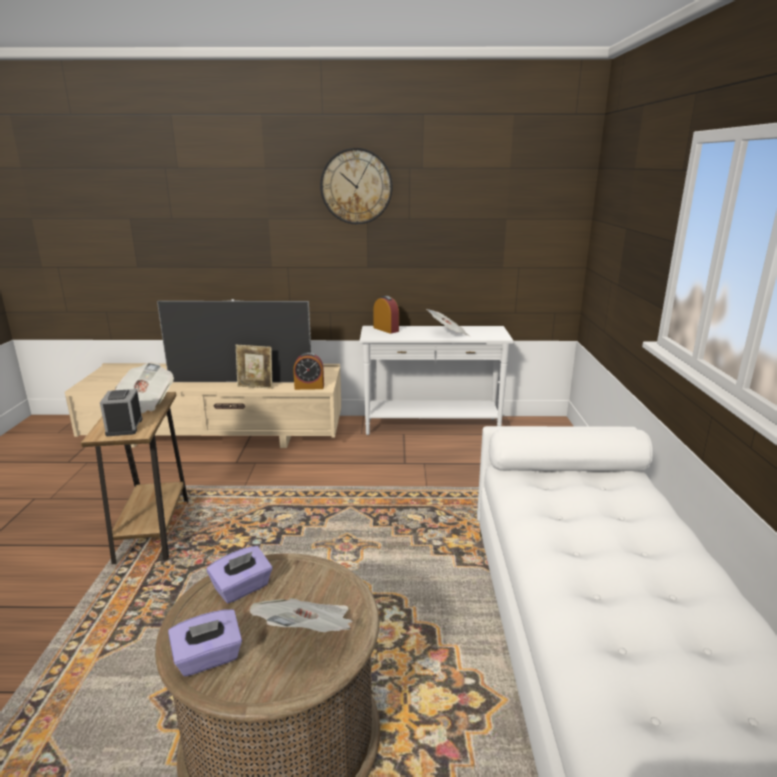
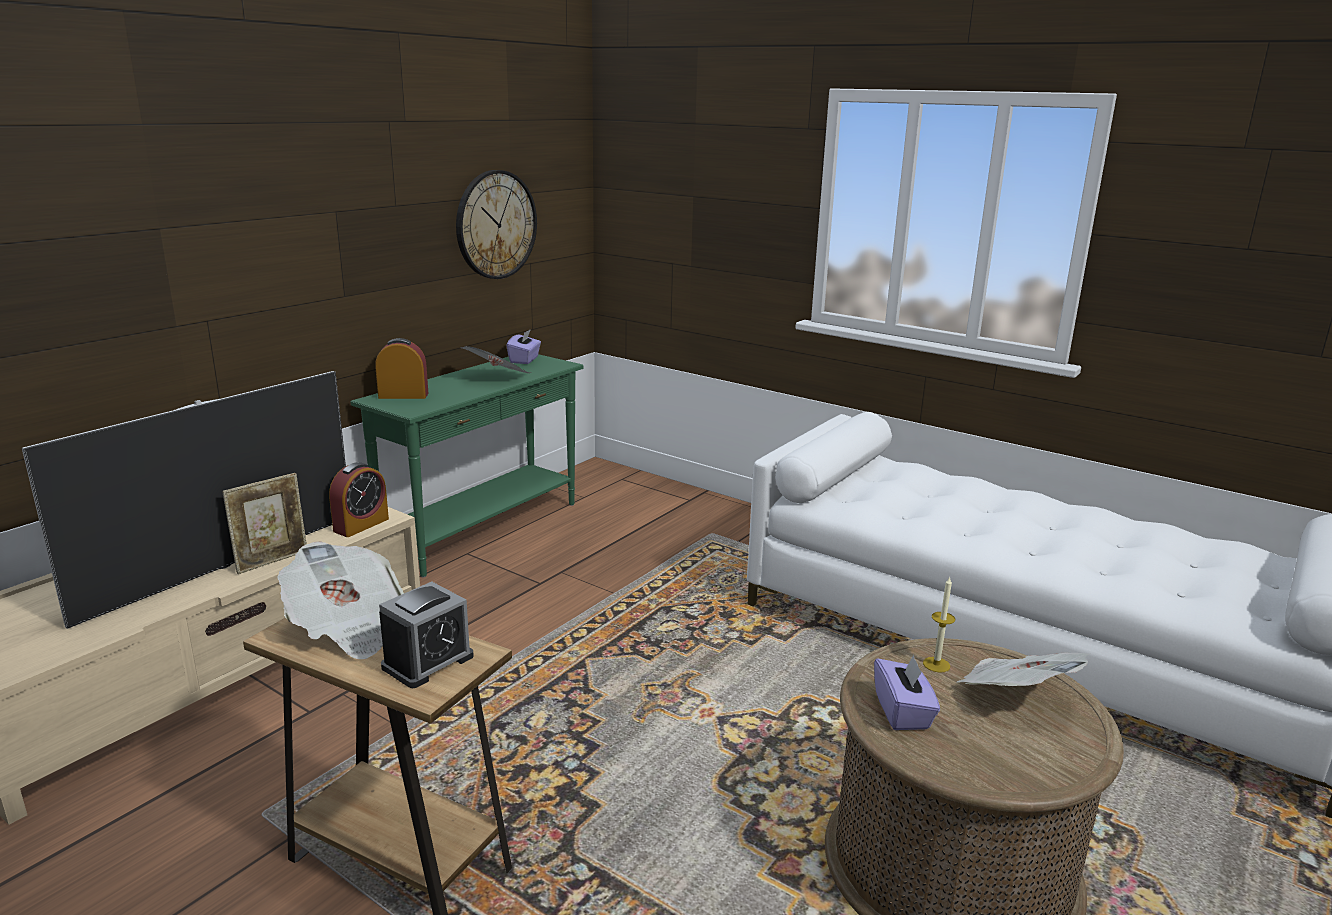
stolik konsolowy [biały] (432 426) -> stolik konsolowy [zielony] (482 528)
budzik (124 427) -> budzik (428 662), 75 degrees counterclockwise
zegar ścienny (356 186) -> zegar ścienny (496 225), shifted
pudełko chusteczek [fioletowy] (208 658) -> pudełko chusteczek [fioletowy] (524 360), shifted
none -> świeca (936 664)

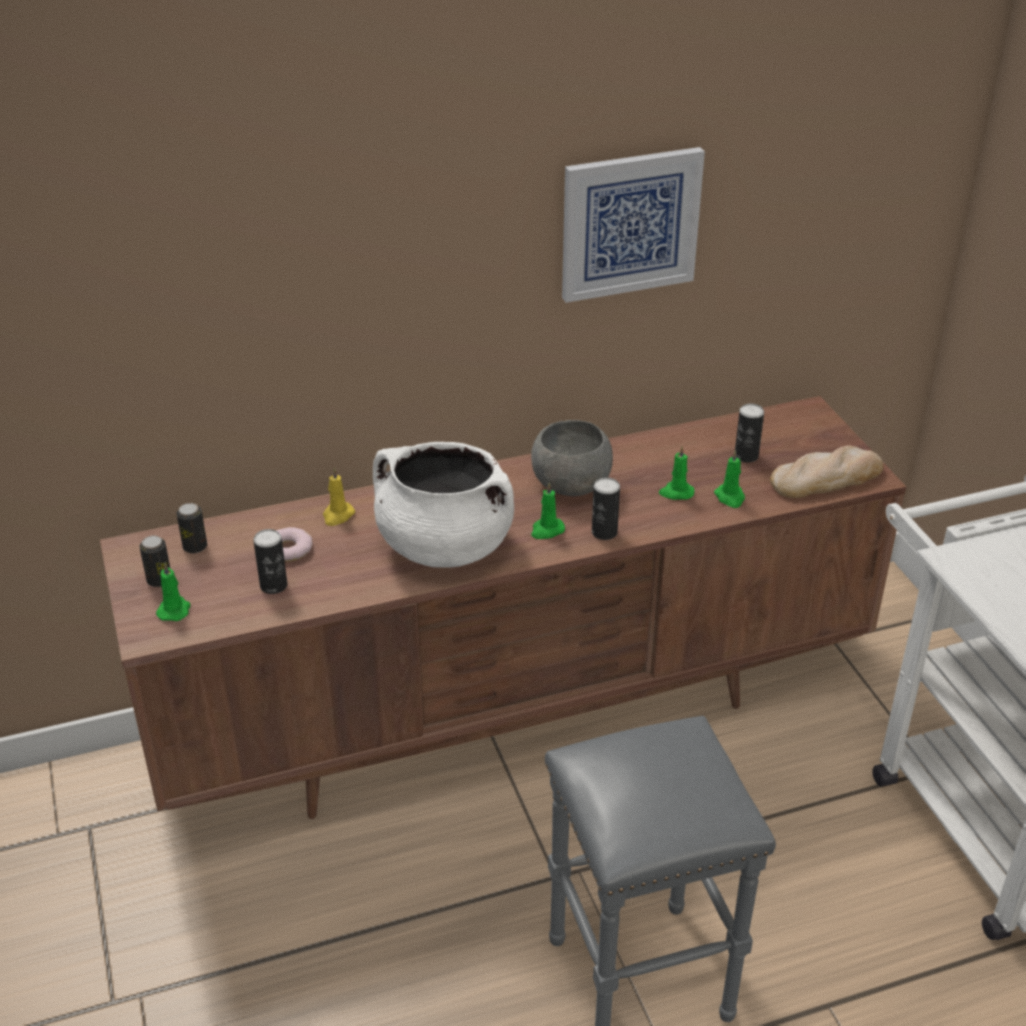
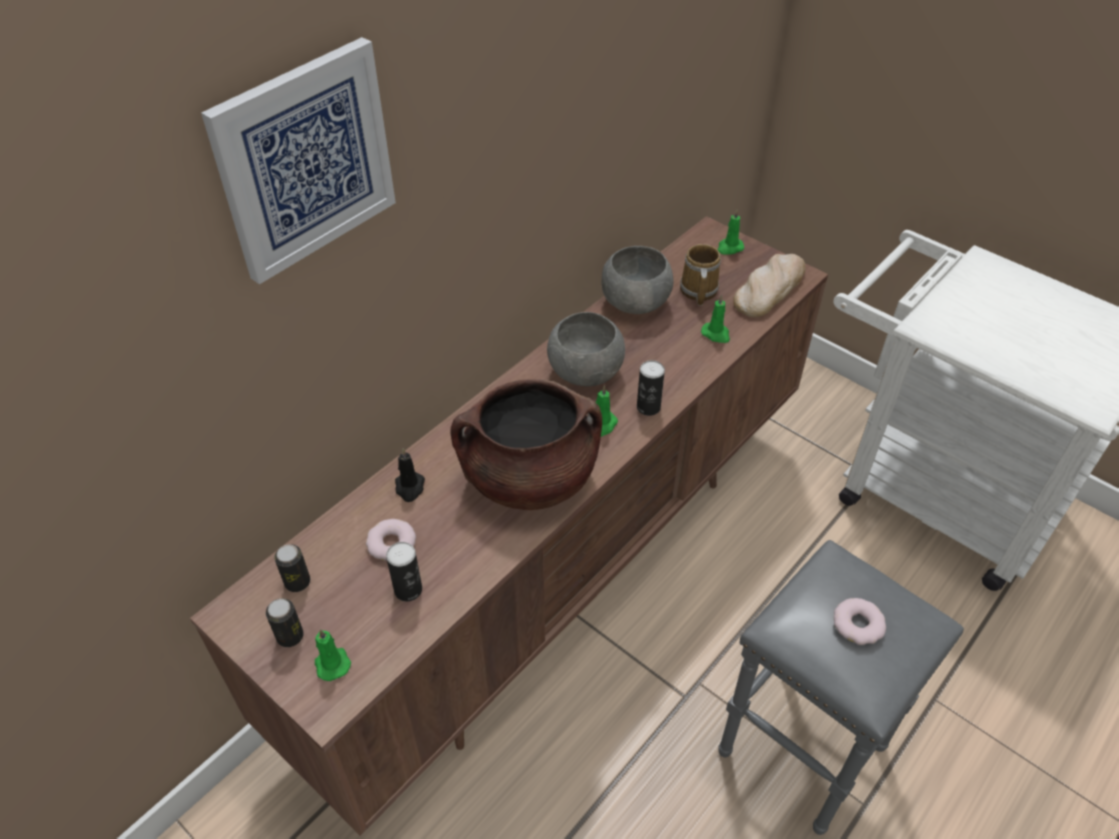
obraz (629 223) -> obraz (305 160), shifted
świeca [żółty] (337 516) -> świeca [czarny] (410 488)
garnek [biały] (444 546) -> garnek [brązowy] (529 478)
none -> miska [szary] (634 302)
puszka (746 456) -> kubek (697 291)
świeca [zielony] (676 492) -> świeca [zielony] (729 248), shifted
none -> donut (858 624)

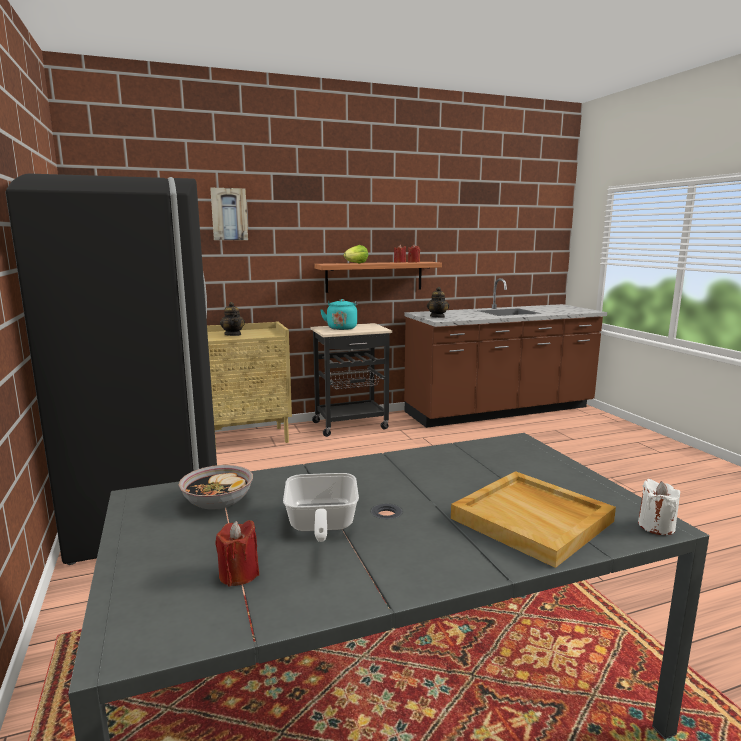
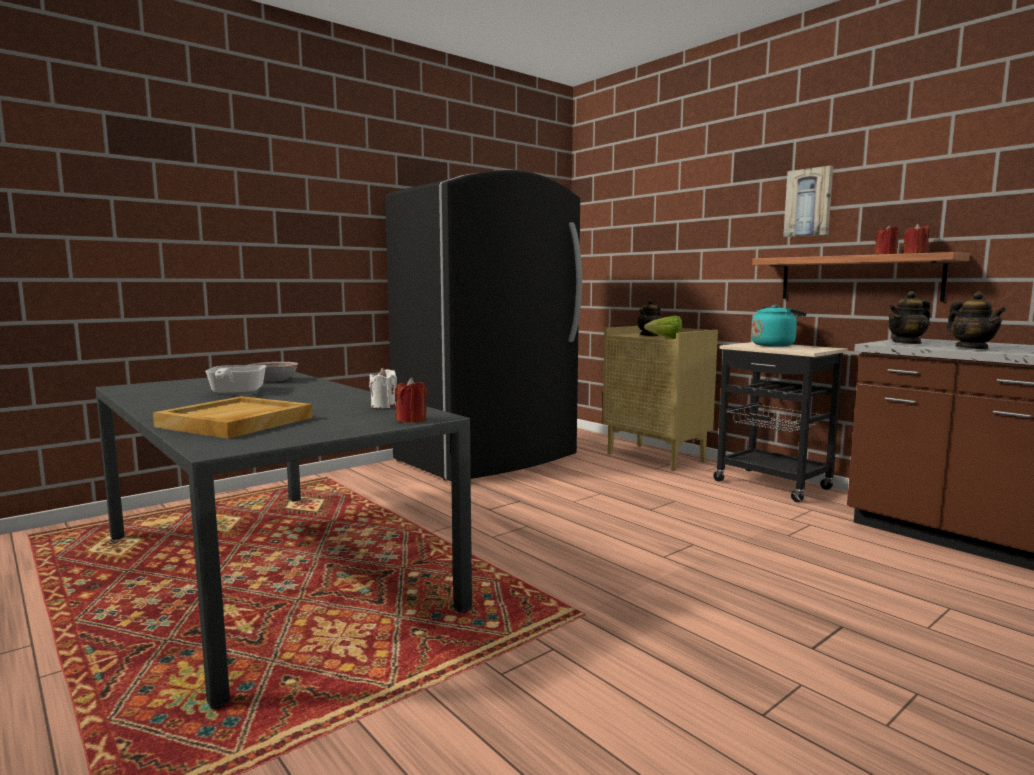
patelnia (320 526) -> patelnia (235 393), 75 degrees counterclockwise
świeca [biały] (656 526) -> świeca [biały] (384 406), shifted
świeca [czerwony] (239 574) -> świeca [czerwony] (411 420), shifted
sałata (355 263) -> sałata (666 338), shifted
obraz (229 214) -> obraz (809 202), shifted
none -> imbryk (972 348)

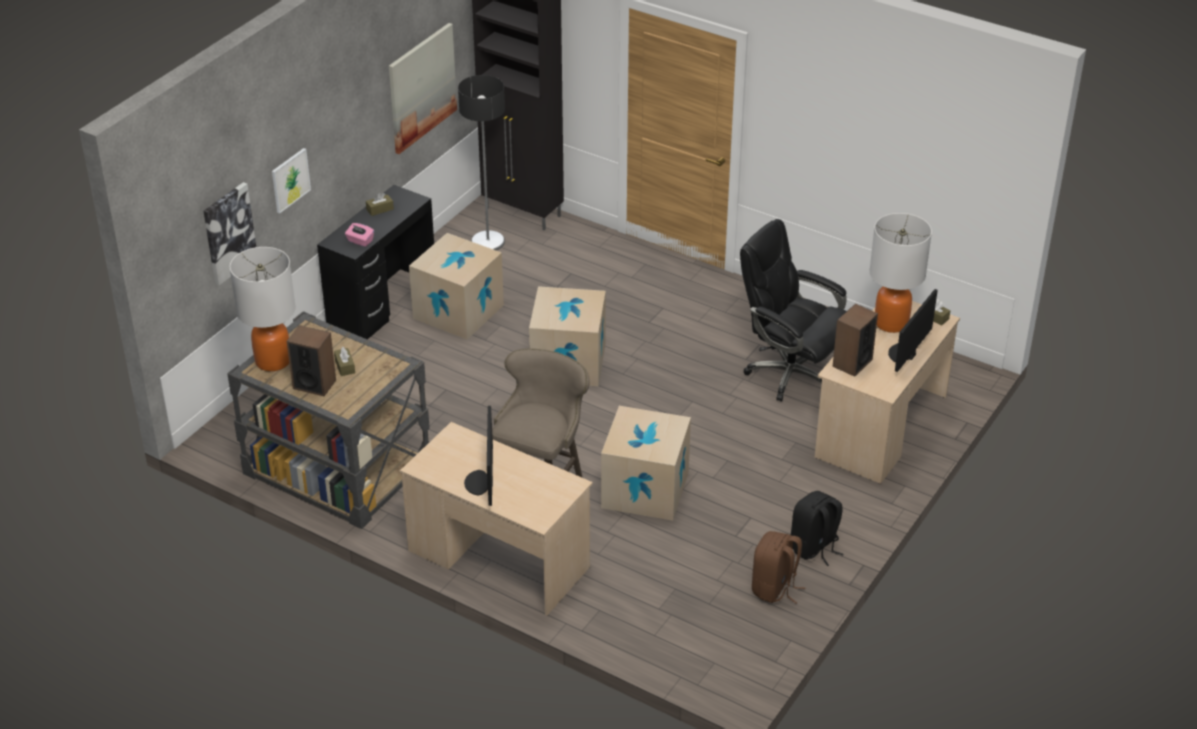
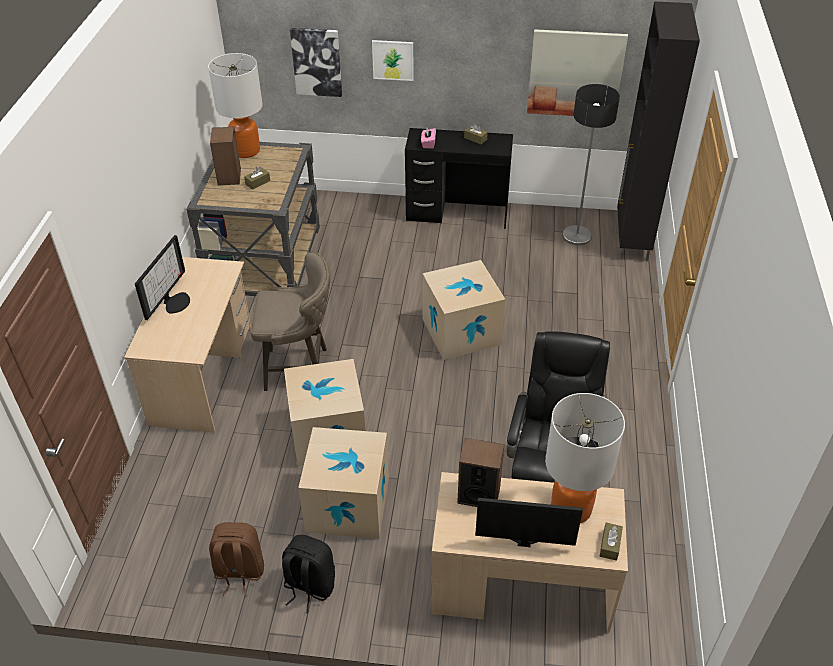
monitor (481 483) -> monitor (174 302), 135 degrees clockwise
karton (458 311) -> karton (348 504), shifted

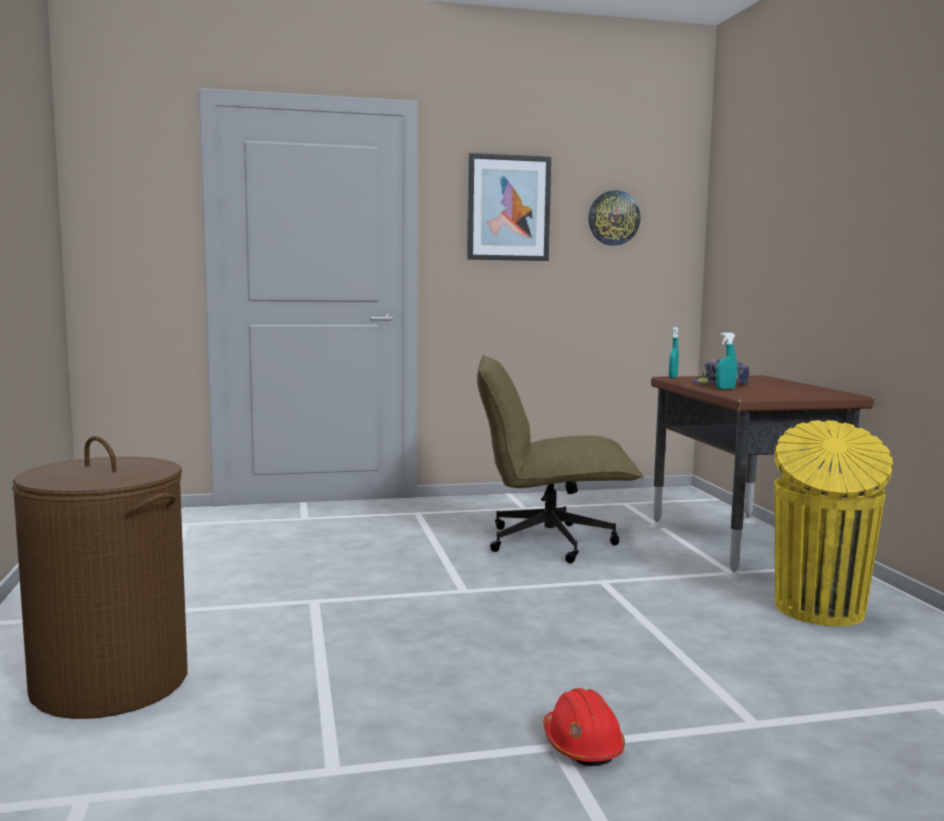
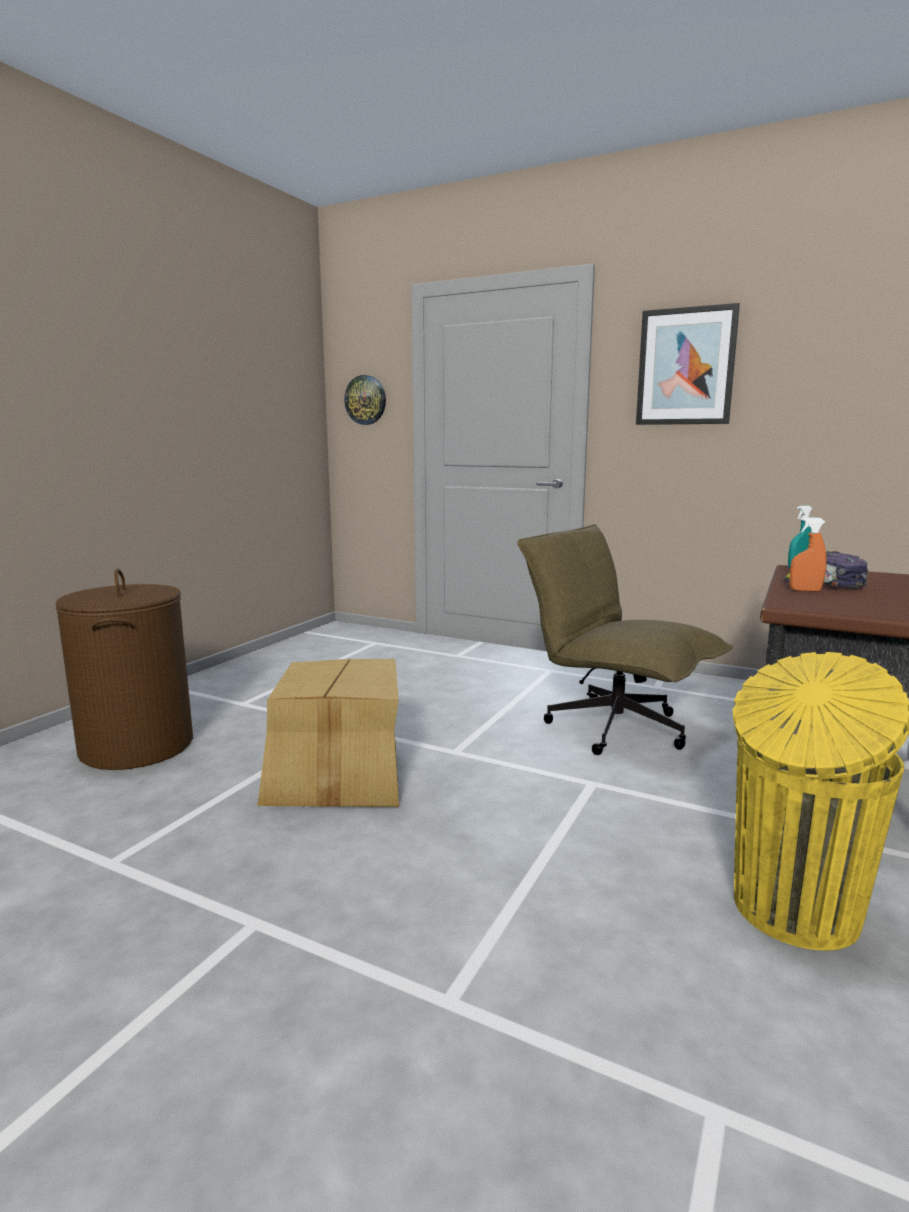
none -> karton (338 776)
zegar ścienny (613 218) -> zegar ścienny (365 400), shifted
spryskiwacz [turkusowy] (725 389) -> spryskiwacz [pomarańczowy] (805 591)
kask [czerwony] (582 745) -> none

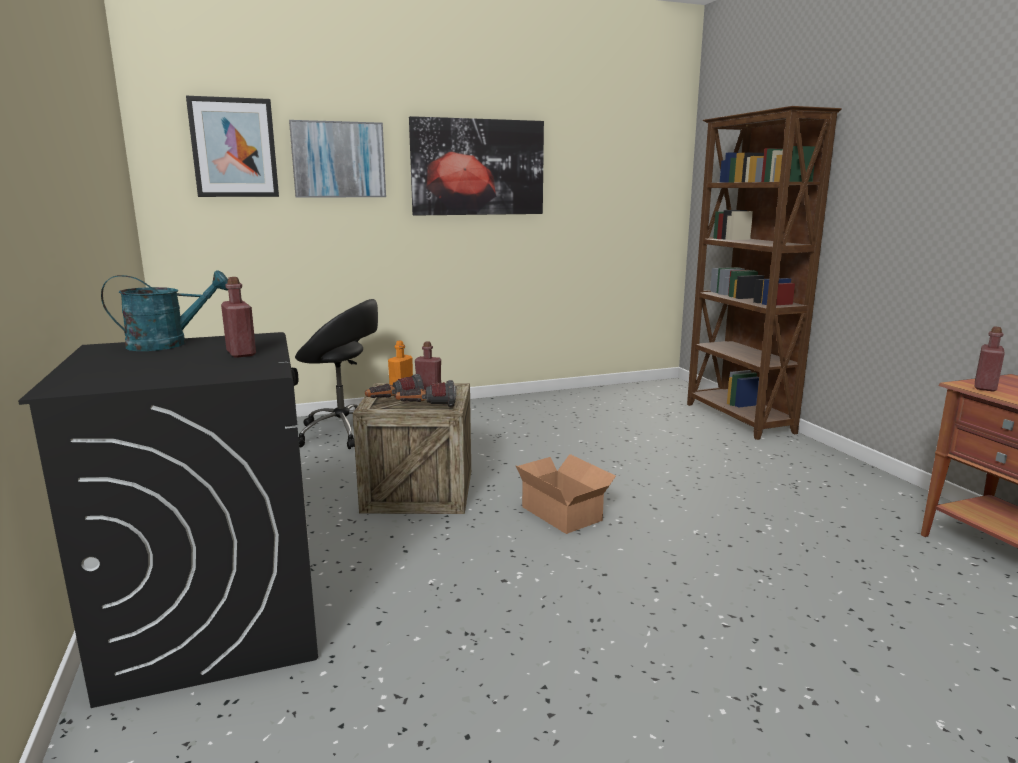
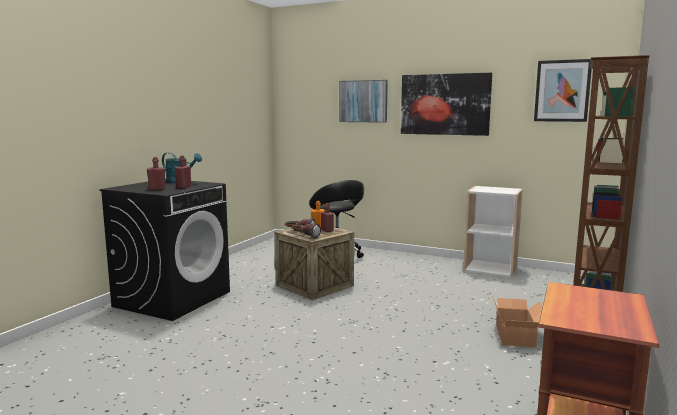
butelka [czerwony] (985 387) -> butelka [czerwony] (157 189), shifted
none -> regał [biały] (491 268)
karton (562 512) -> karton (517 335), shifted
obraz (234 148) -> obraz (562 91), shifted

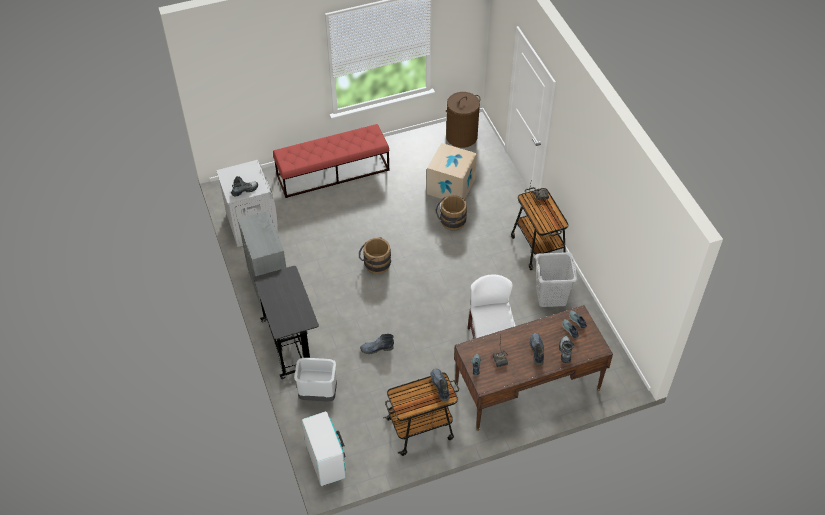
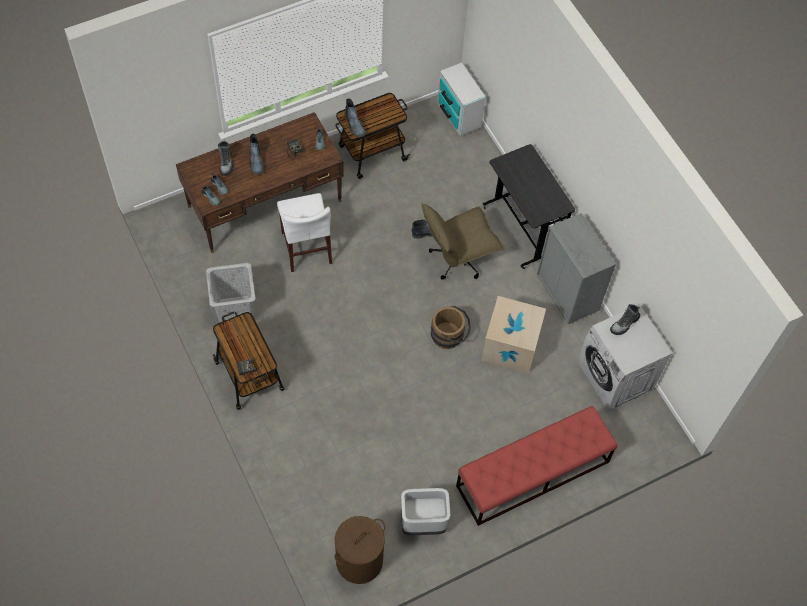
kosz na śmieci [szary] (318 394) -> kosz na śmieci [szary] (422 523), shifted
none -> krzesło biurowe [beżowy] (458 258)
karton (451 186) -> karton (510 346), shifted
wiadro [brązowy] (451 222) -> none

